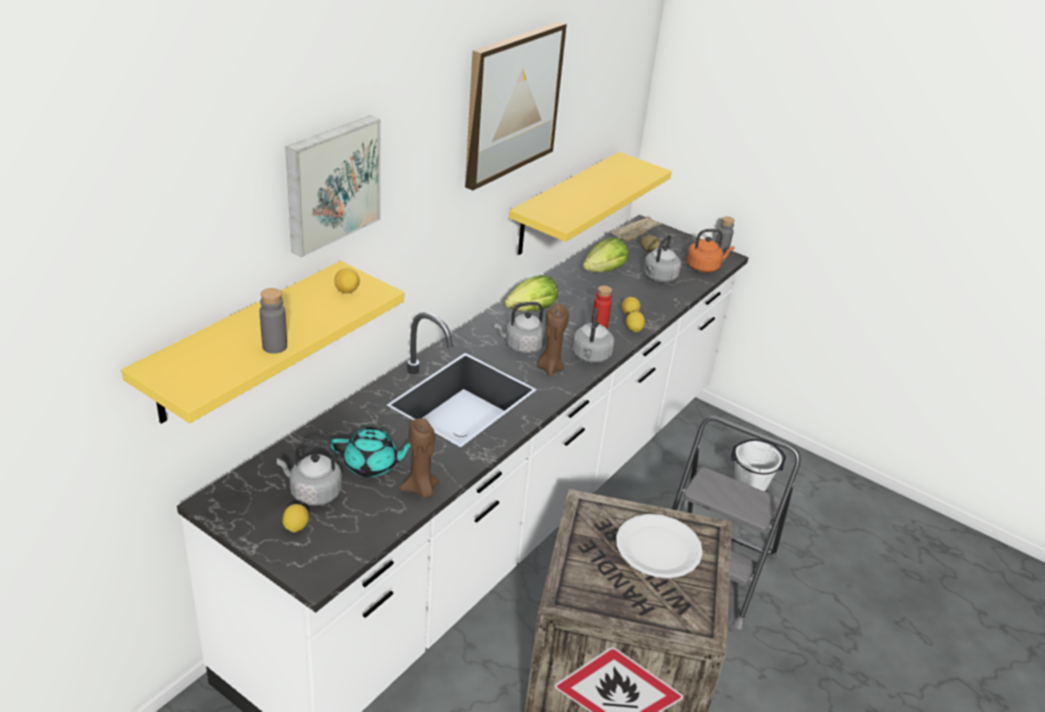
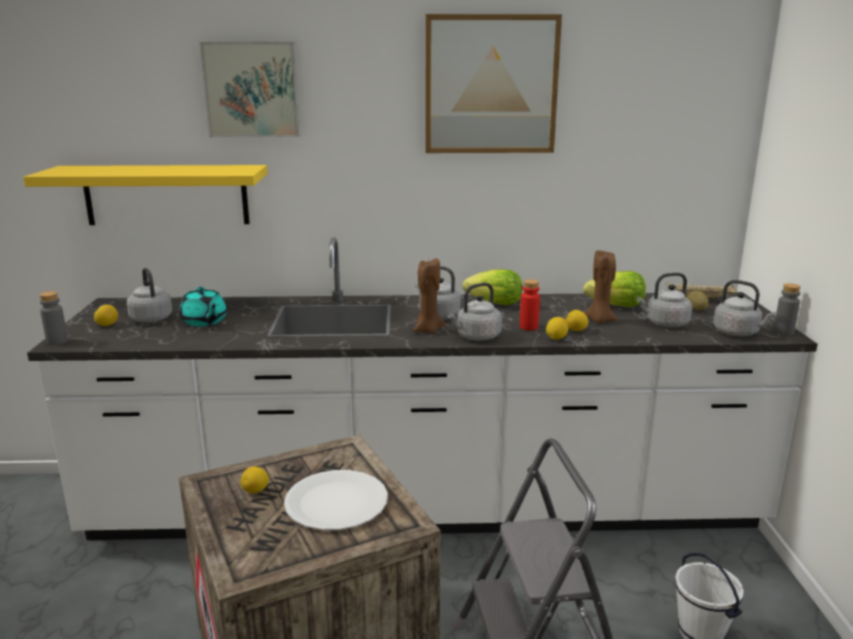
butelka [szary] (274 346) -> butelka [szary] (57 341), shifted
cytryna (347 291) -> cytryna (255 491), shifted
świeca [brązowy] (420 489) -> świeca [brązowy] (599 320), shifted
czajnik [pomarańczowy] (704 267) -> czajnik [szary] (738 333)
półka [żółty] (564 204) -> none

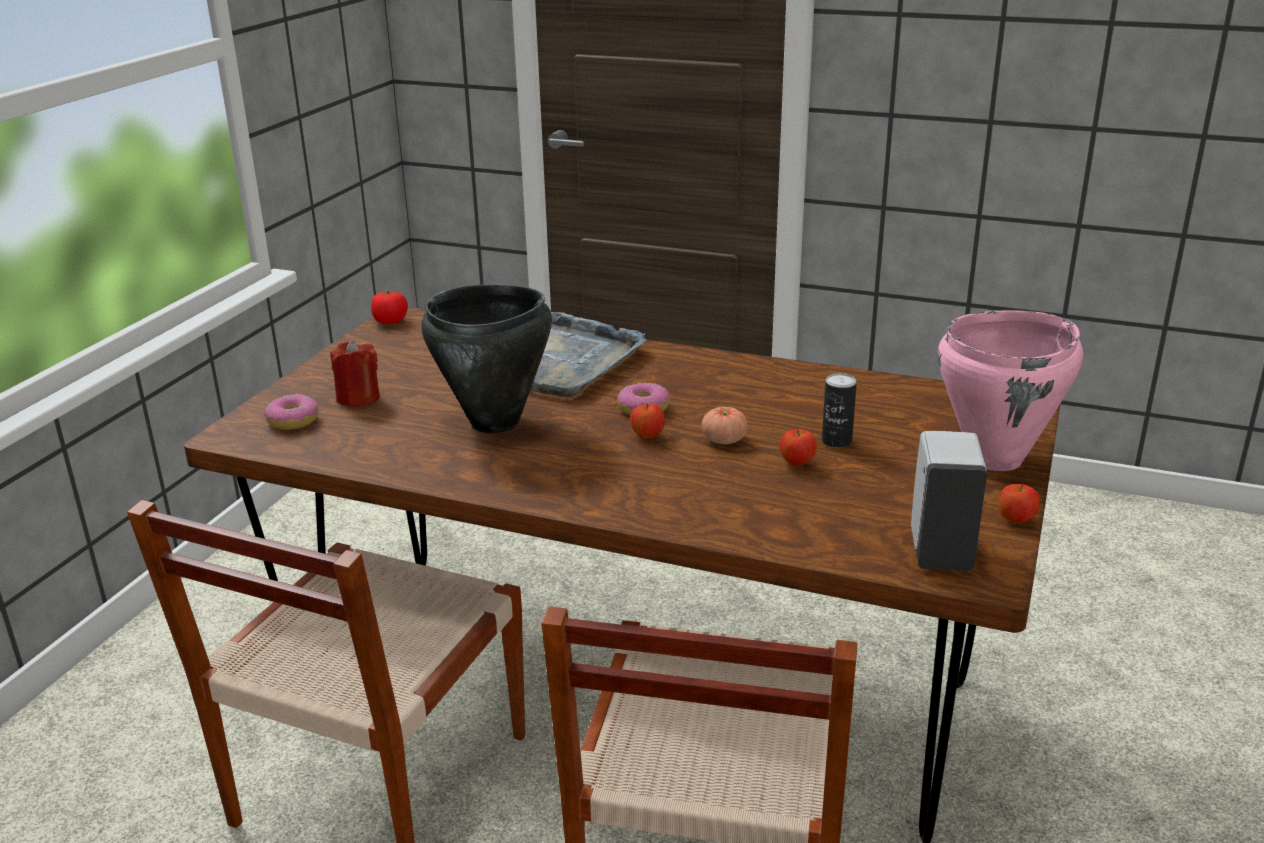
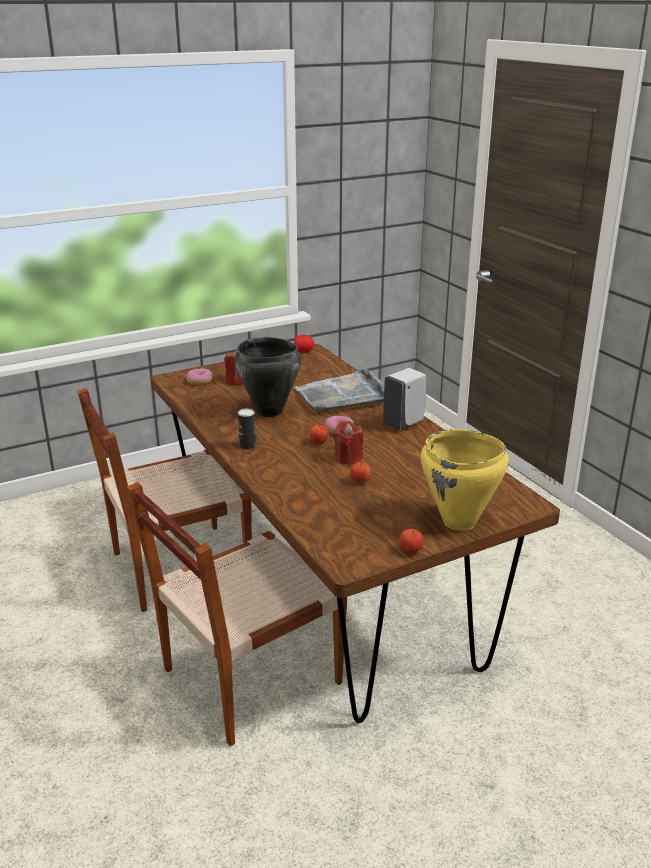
puszka (836 441) -> puszka (247 446), shifted
pomidor (724 440) -> świeca [czerwony] (348 458)
dozownik mydła [biały] (940 551) -> dozownik mydła [biały] (404 423), shifted
garnek [różowy] (996 459) -> garnek [żółty] (459 522)

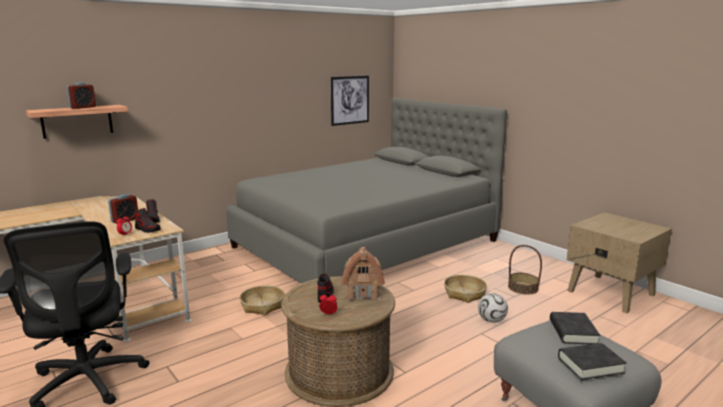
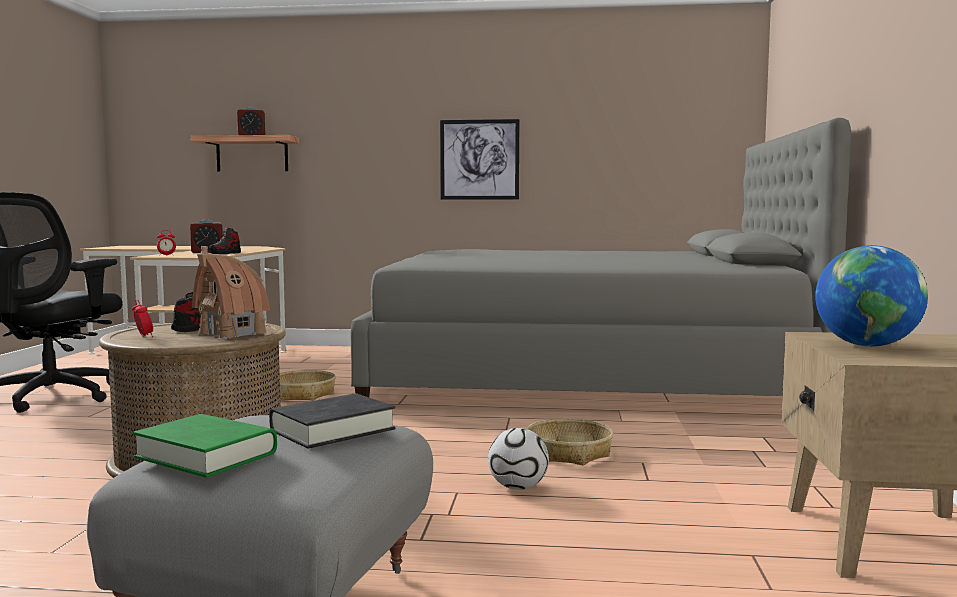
książka [czarny] (590 365) -> książka [zielony] (206 455)
obraz (350 100) -> obraz (479 159), shifted
none -> globus (867 346)
but (147 229) -> none
koszyk (523 288) -> none

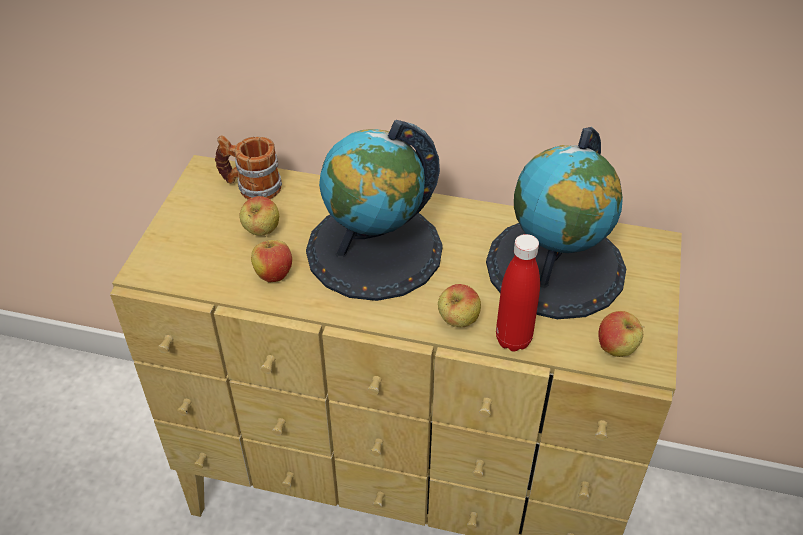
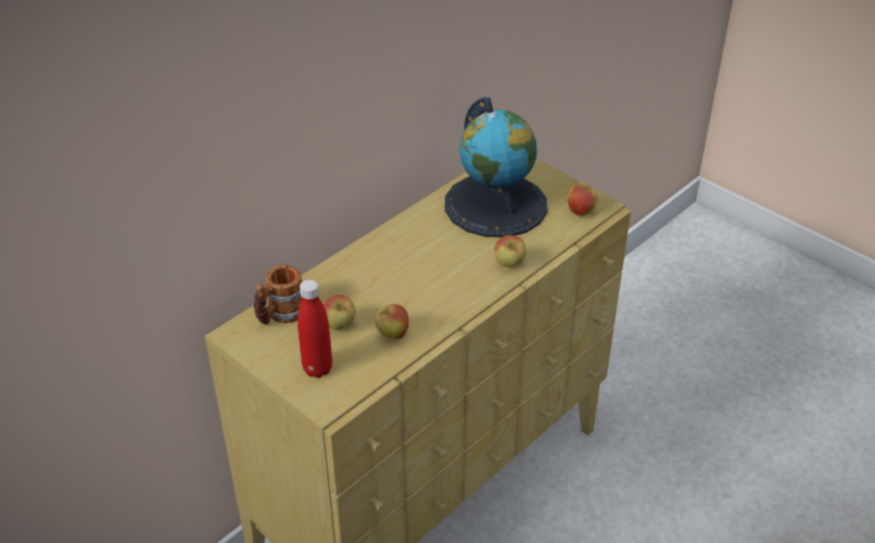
butelka [czerwony] (513 339) -> butelka [czerwony] (317 369), shifted
globus (374 250) -> none

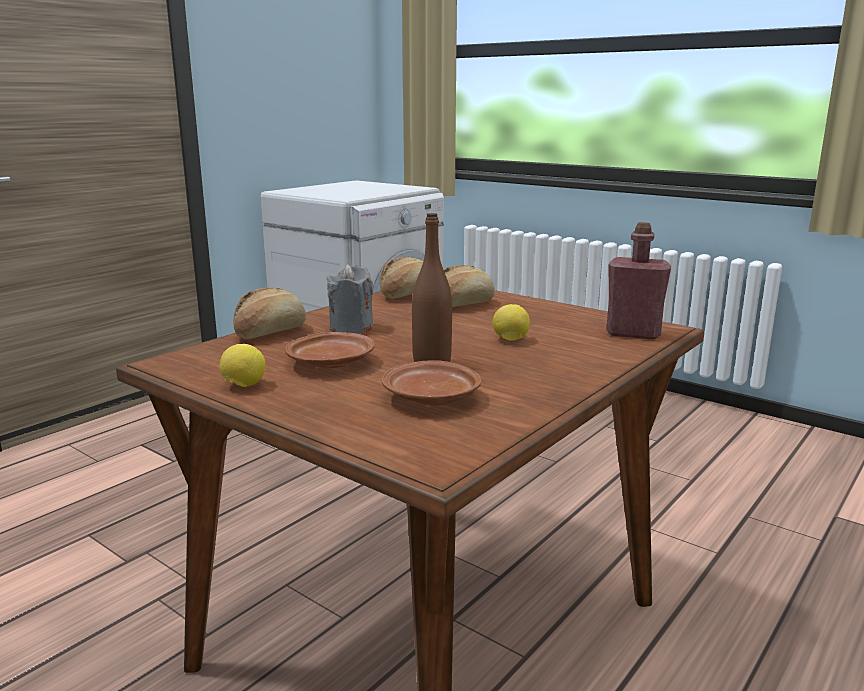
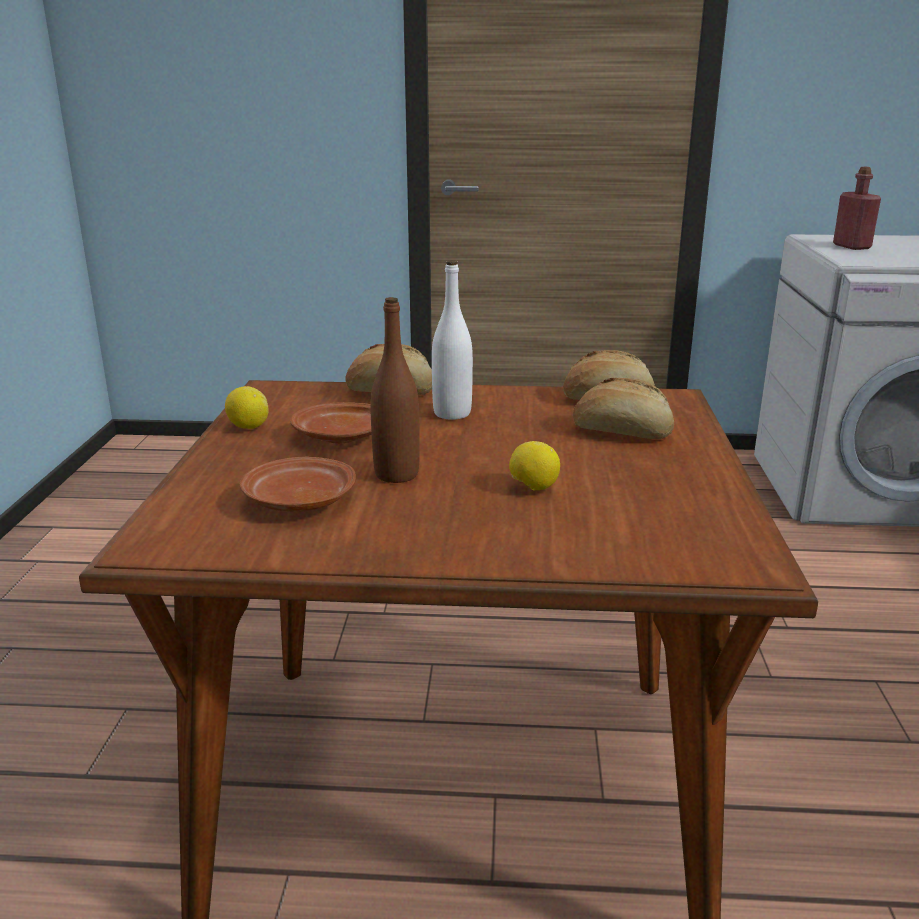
świeca [szary] (351 328) -> butelka [biały] (452 413)
butelka [czerwony] (633 333) -> butelka [czerwony] (851 246), shifted

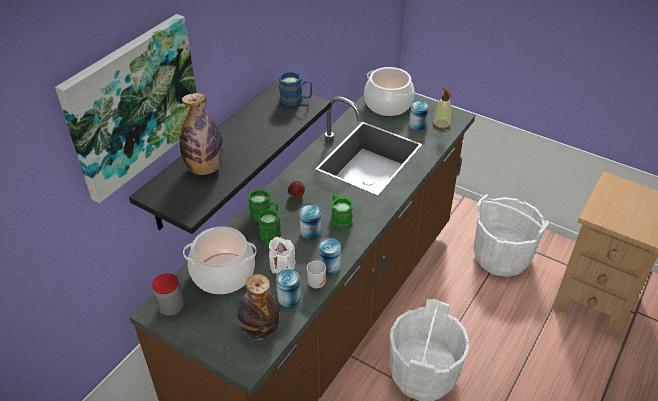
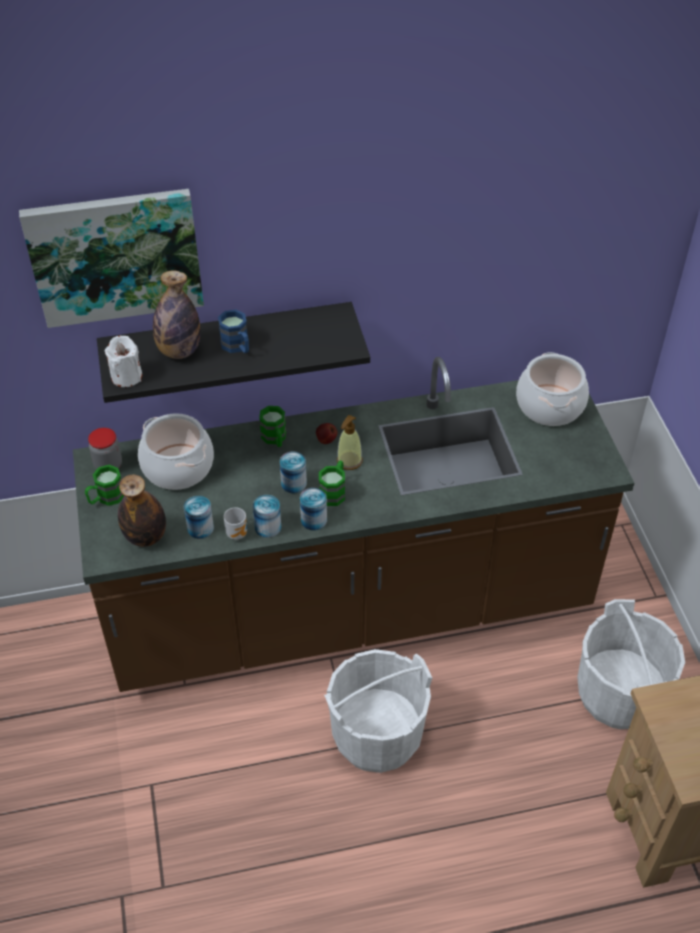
kubek [zielony] (269 238) -> kubek [zielony] (106 498), shifted
świeca [biały] (282 267) -> świeca [biały] (126 376), shifted
kubek [niebieski] (296 100) -> kubek [niebieski] (237 347), shifted
puszka (417 125) -> puszka (314 520), shifted
dozownik mydła (441 124) -> dozownik mydła (349 461), shifted

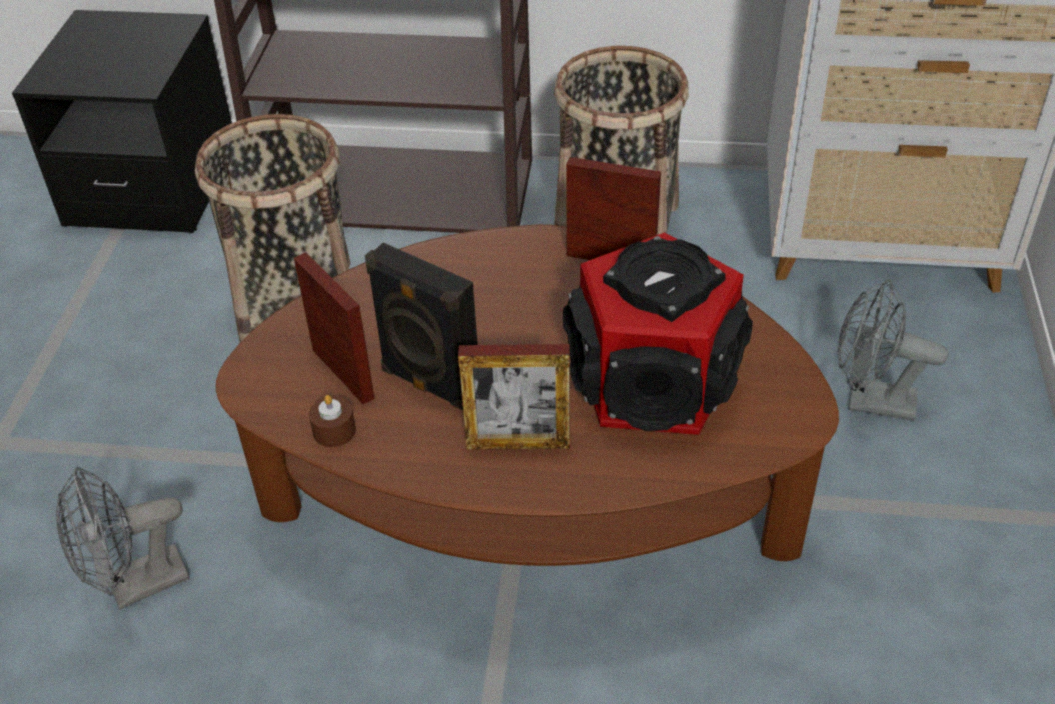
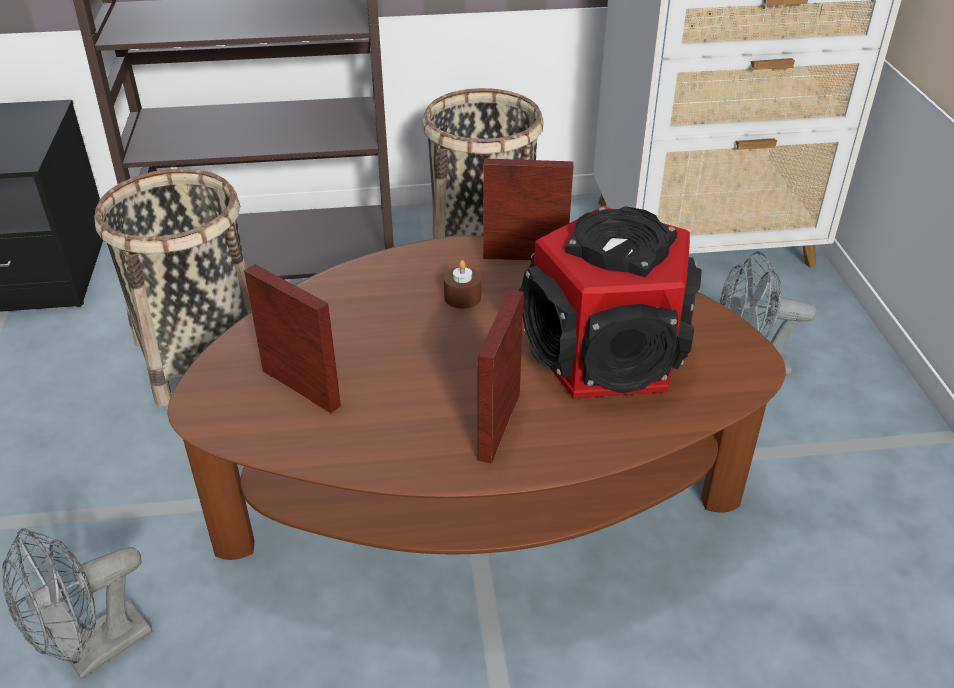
świeca [brązowy] (334 431) -> świeca [brązowy] (462 297), shifted
ramka na zdjęcie (518 443) -> ramka na zdjęcie (499 426), 120 degrees clockwise
głośnik [czarny] (428 384) -> none

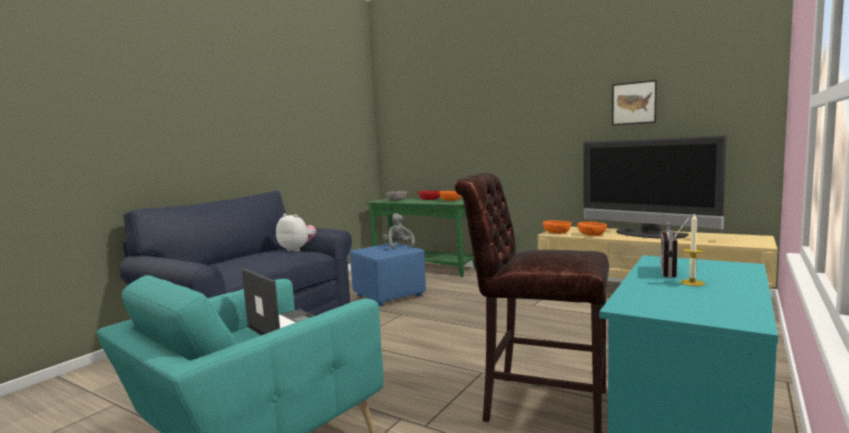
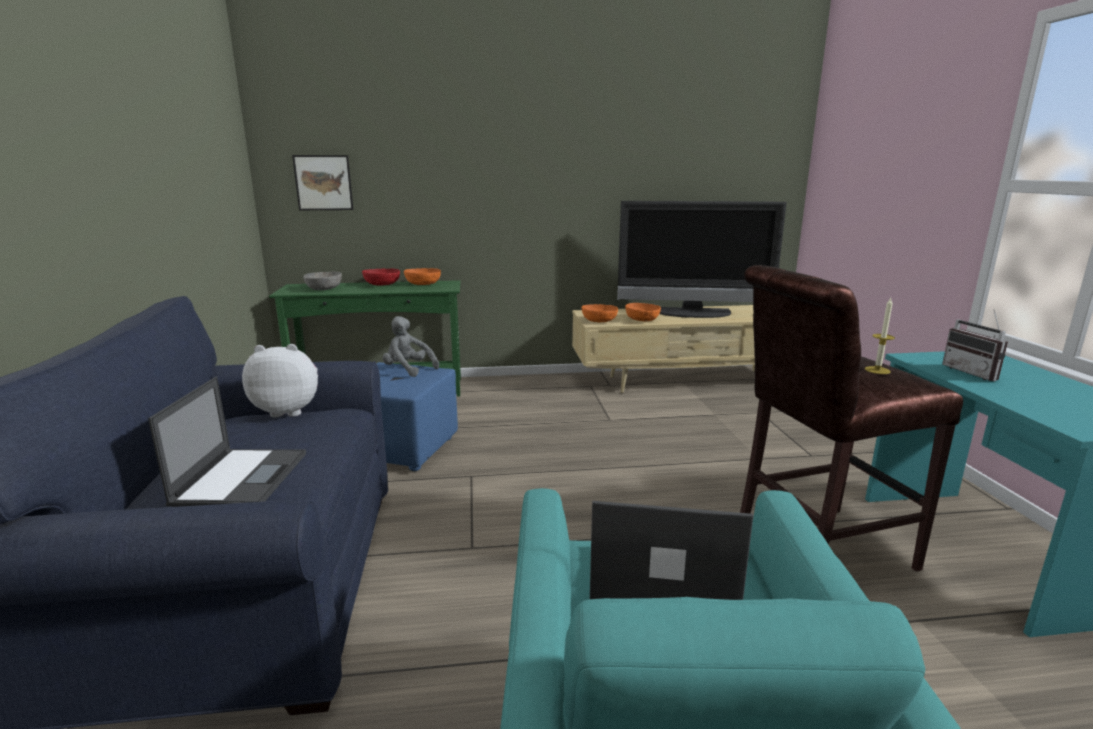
none -> laptop (242 477)
obraz (633 103) -> obraz (323 182), shifted
świeca (692 283) -> świeca (877 370), shifted

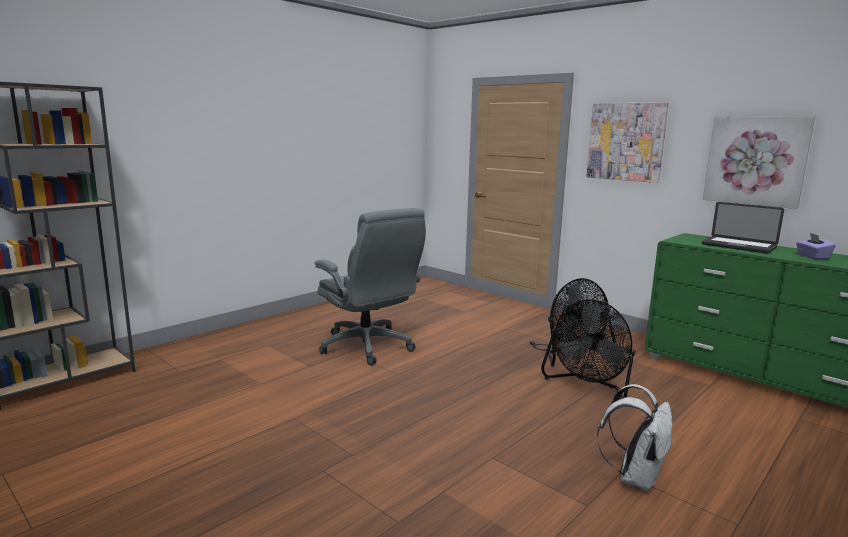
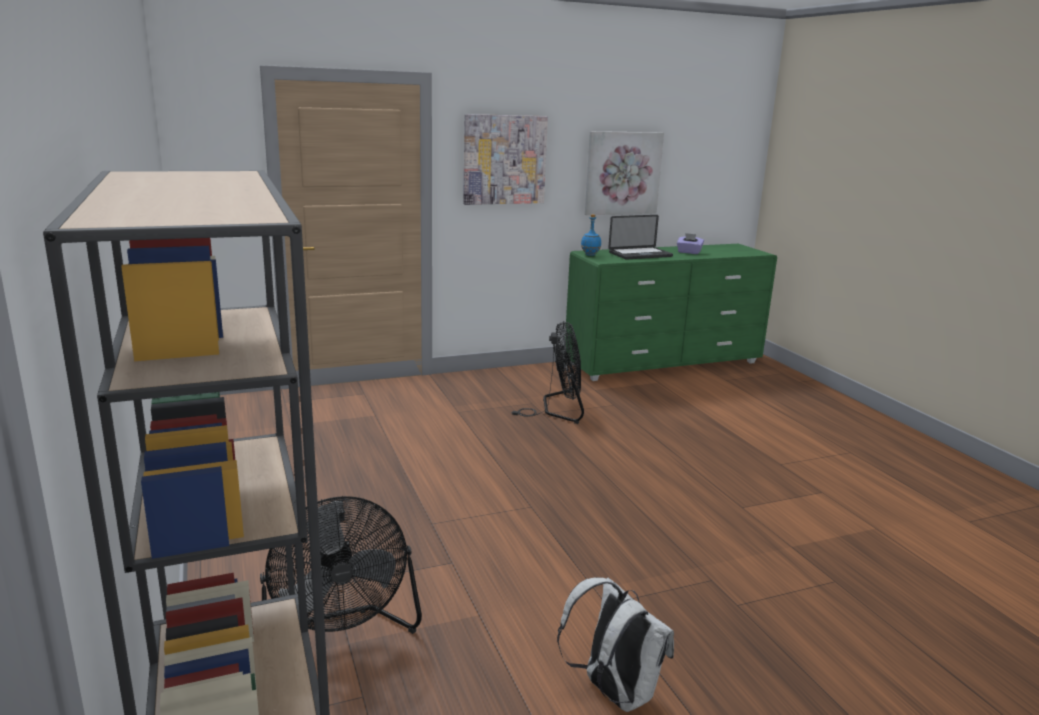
wentylator [czarny] (587 385) -> wentylator [czarny] (334 630), shifted
plecak [biały] (635 478) -> plecak [biały] (613 692), shifted
none -> butelka [niebieski] (590 255)
krzesło biurowe [szary] (369 348) -> none

